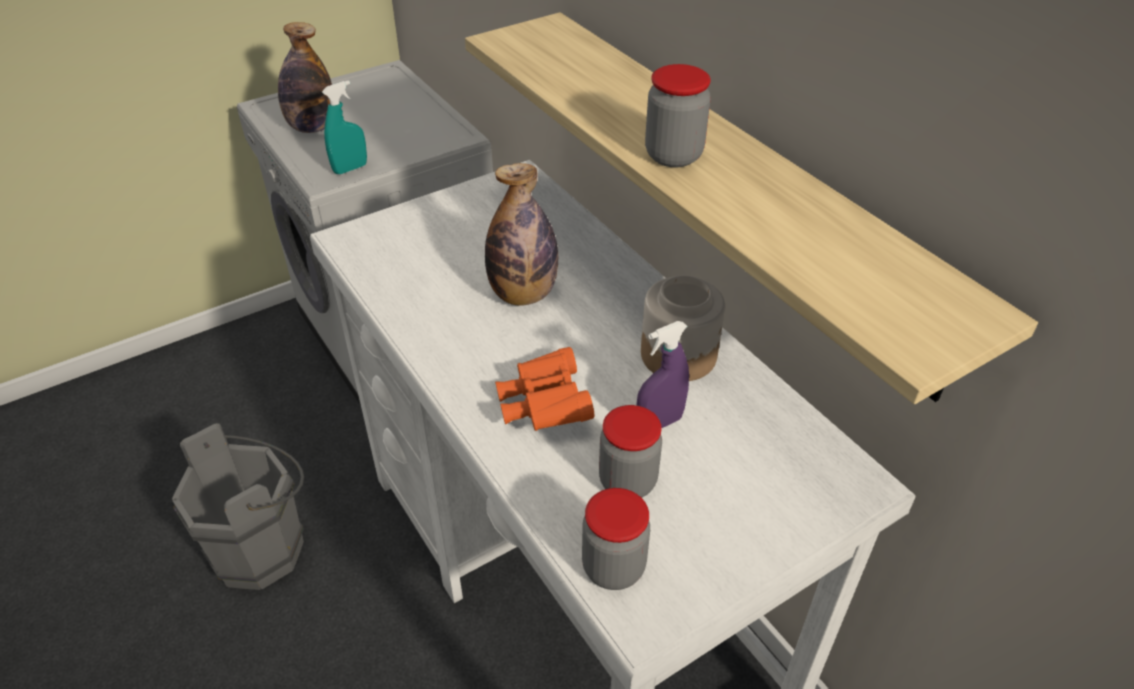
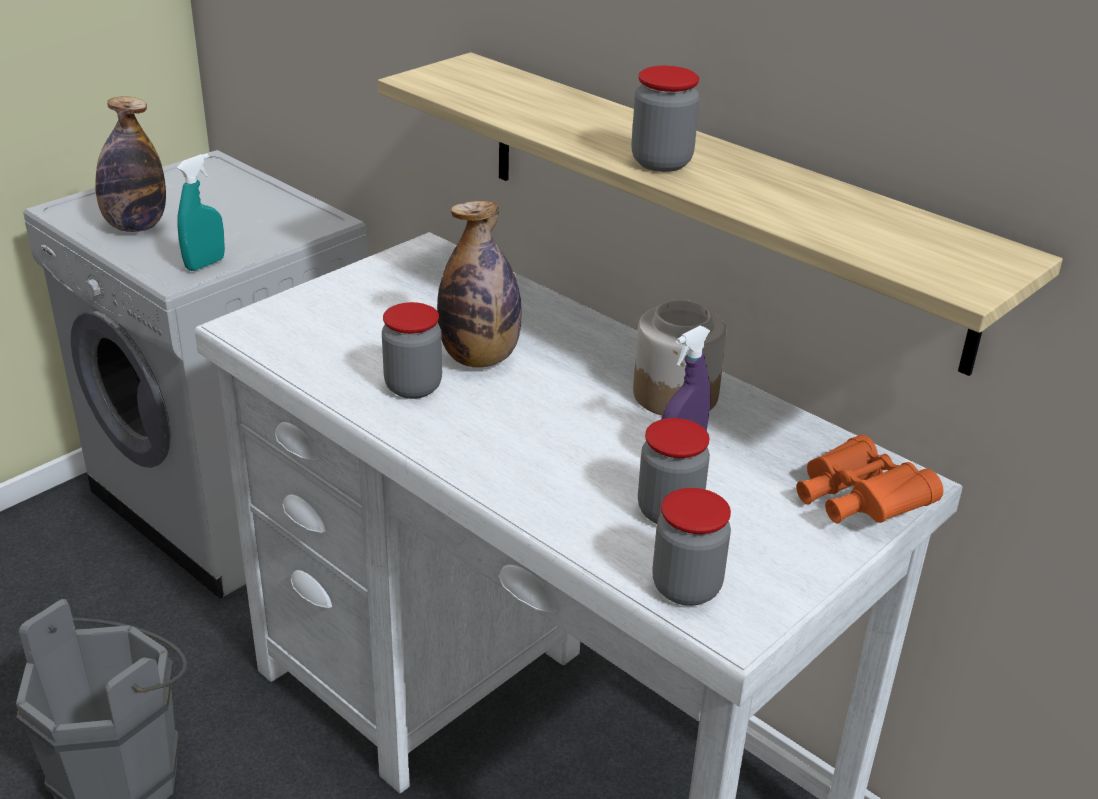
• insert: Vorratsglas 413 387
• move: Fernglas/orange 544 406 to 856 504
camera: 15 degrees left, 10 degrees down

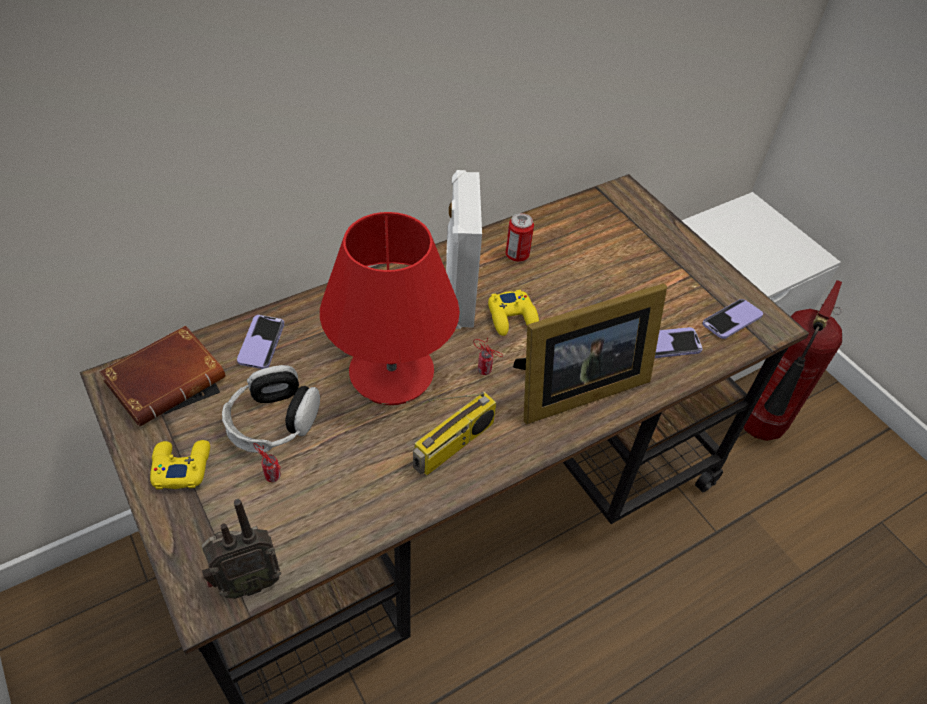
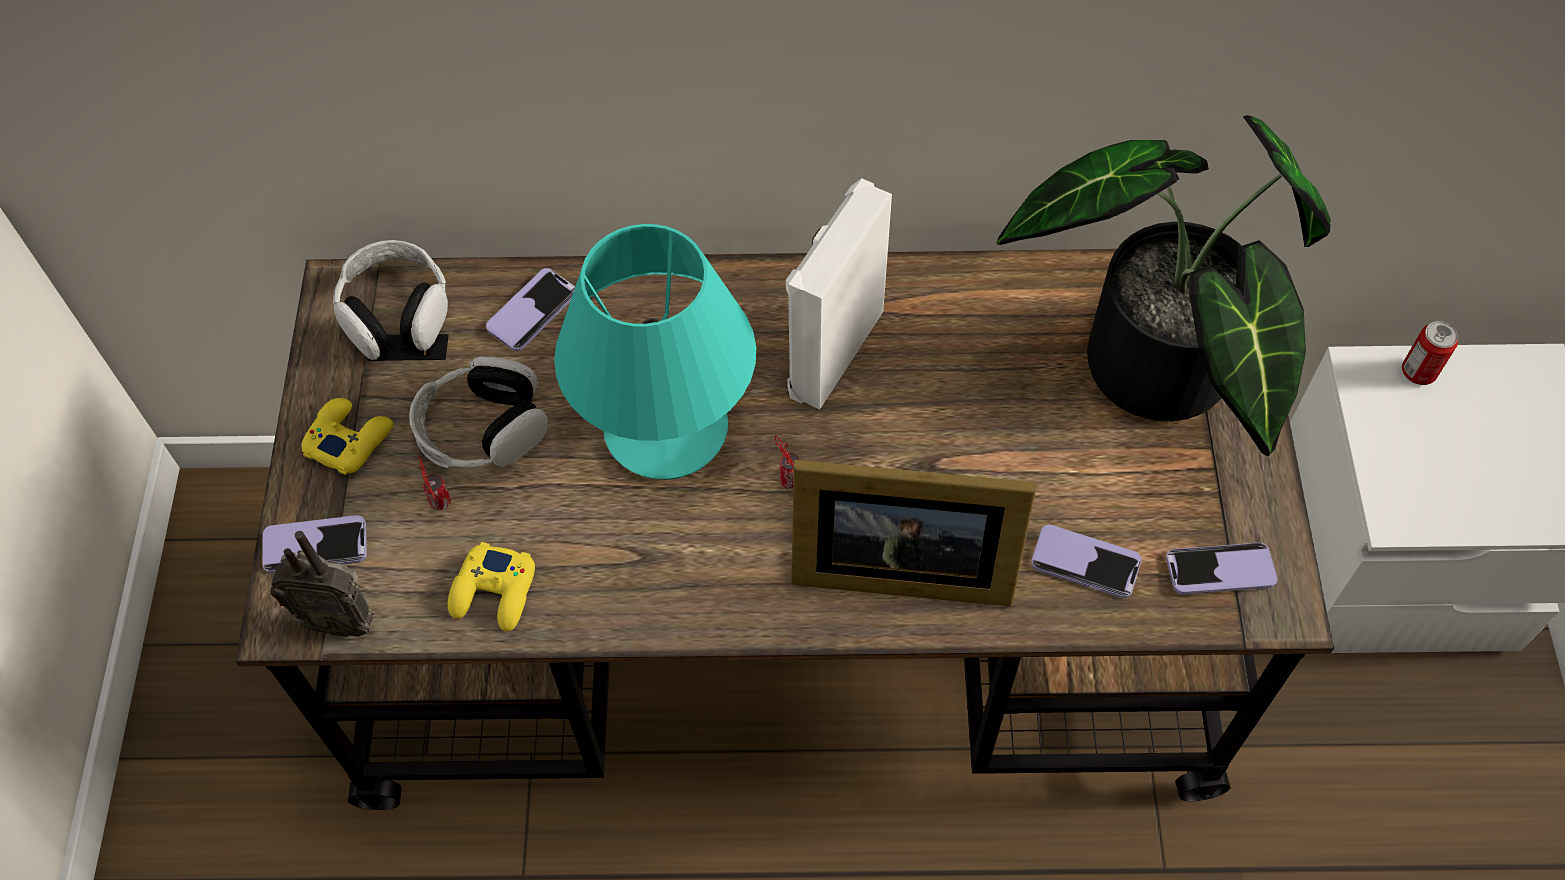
• delete: Radio 454 445
• delete: Feuerlöscher 758 431
• insert: Handy 315 546
• insert: Topfpflanze 1154 378
• move: Gamepad/gelb 512 317 to 495 592
• move: Dose 517 255 to 1418 372
• replace: Buch/braun 167 378 to Kopfhörer 395 313
• recolor: Tischlampe/rot 392 373 to Tischlampe/türkis 668 429
camera: 35 degrees right, 10 degrees up

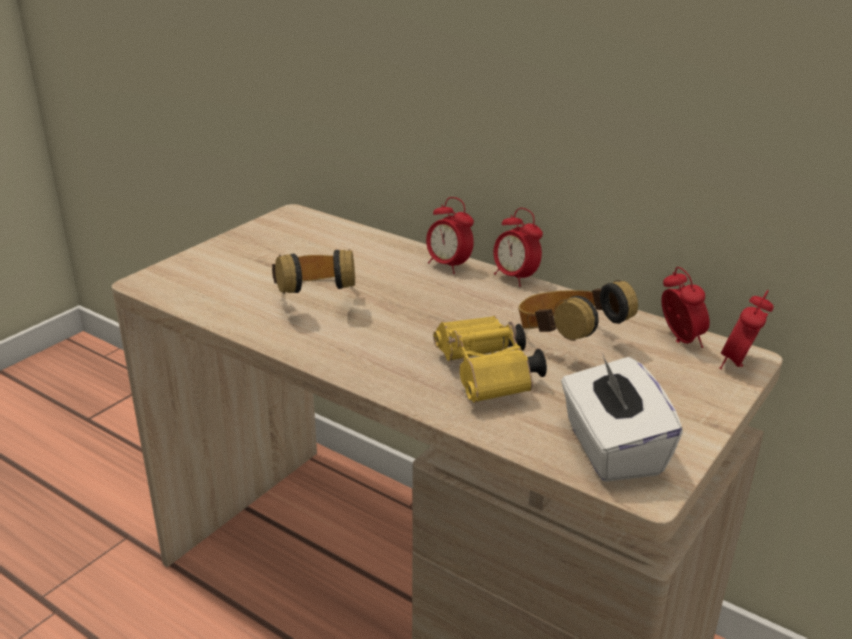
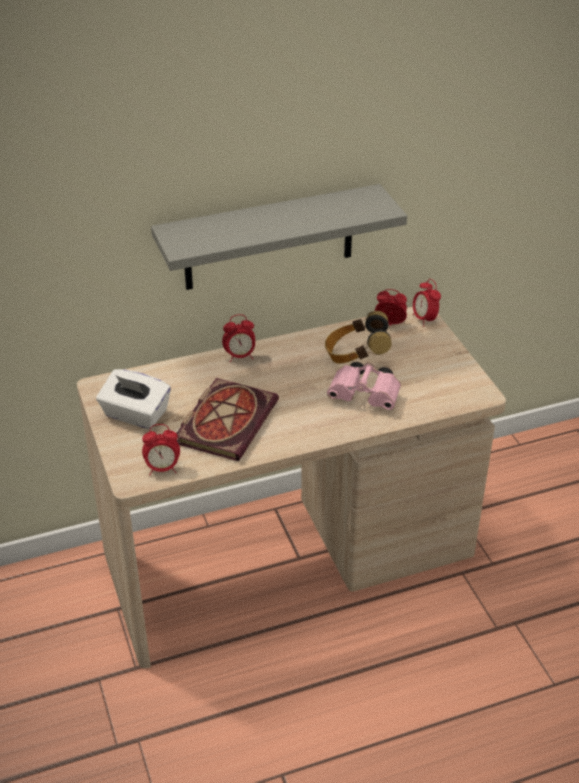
• insert: Wandregal/grau 269 238
• move: Wecker 515 278 to 162 468
• move: Taschentuchbox/weiß 611 449 to 135 415
• replace: Kopfhörer 315 298 to Buch 226 420
• recolor: Fernglas/gelb 488 378 to Fernglas/rosa 366 397
camera: 55 degrees left, 10 degrees up

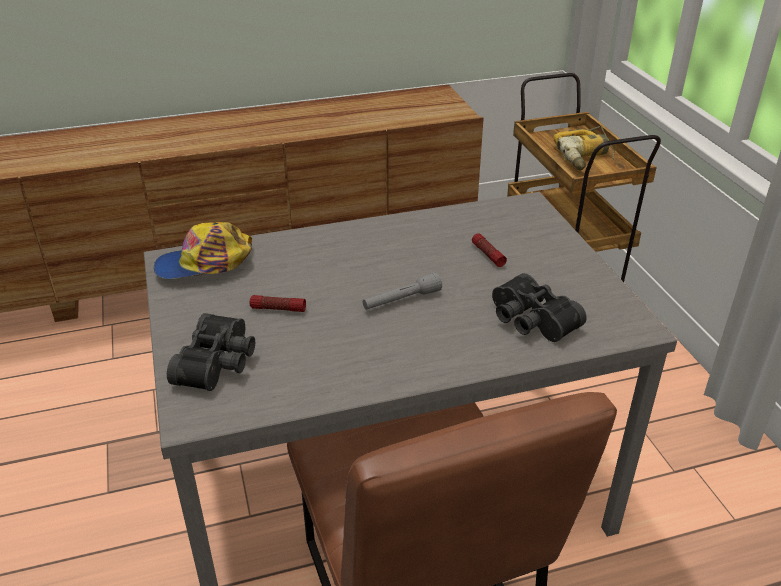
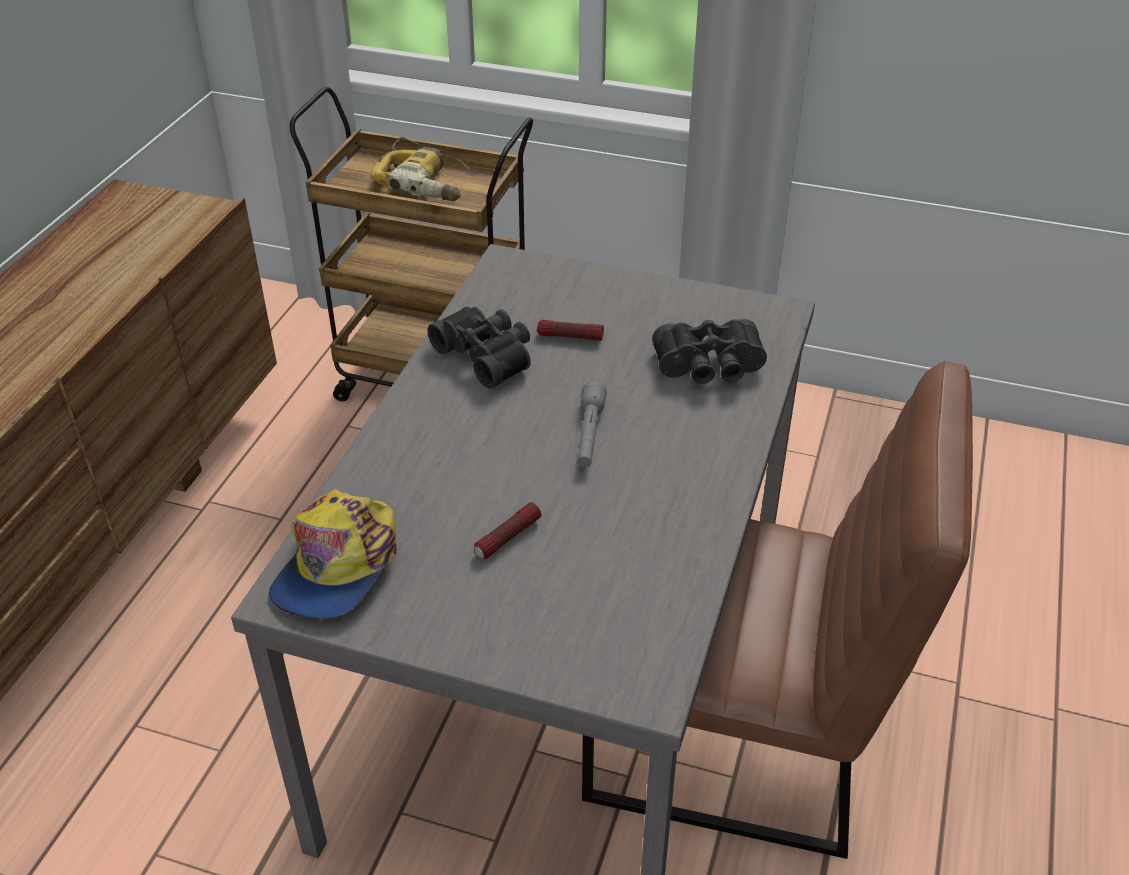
• move: Fernglas/schwarz 219 363 to 487 355
camera: 55 degrees left, 5 degrees up

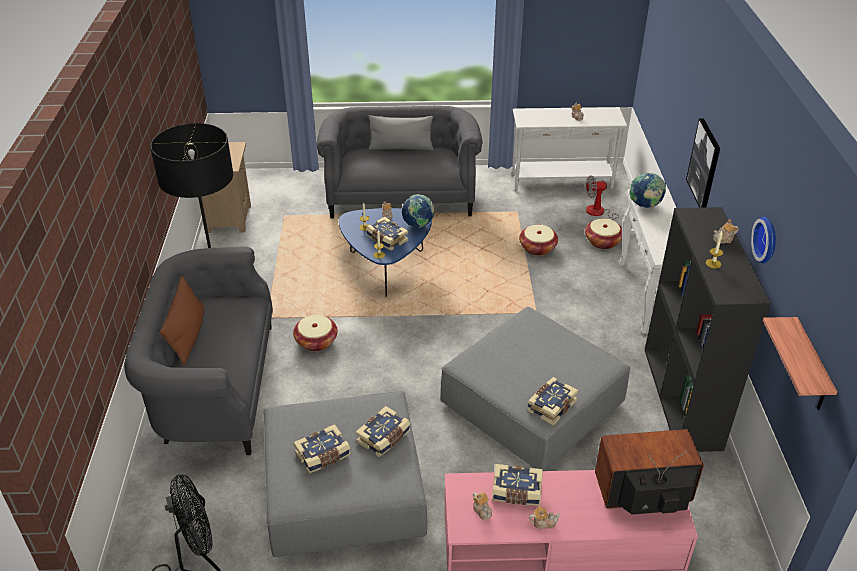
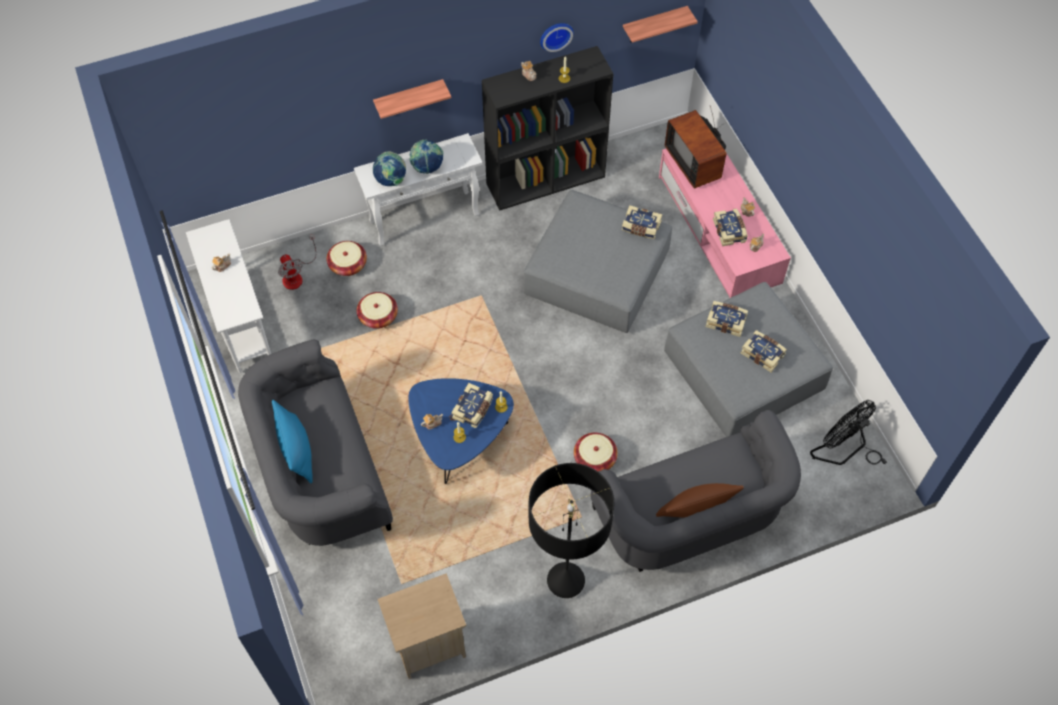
• move: Globus 418 225 to 427 167
• replace: Bild 704 164 to Wandregal 409 99
• recolor: Kissen/grau 401 147 to Kissen/blau 296 450
camera: 110 degrees left, 20 degrees up

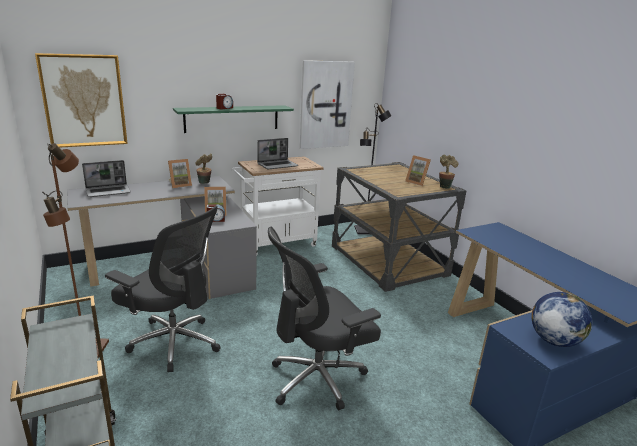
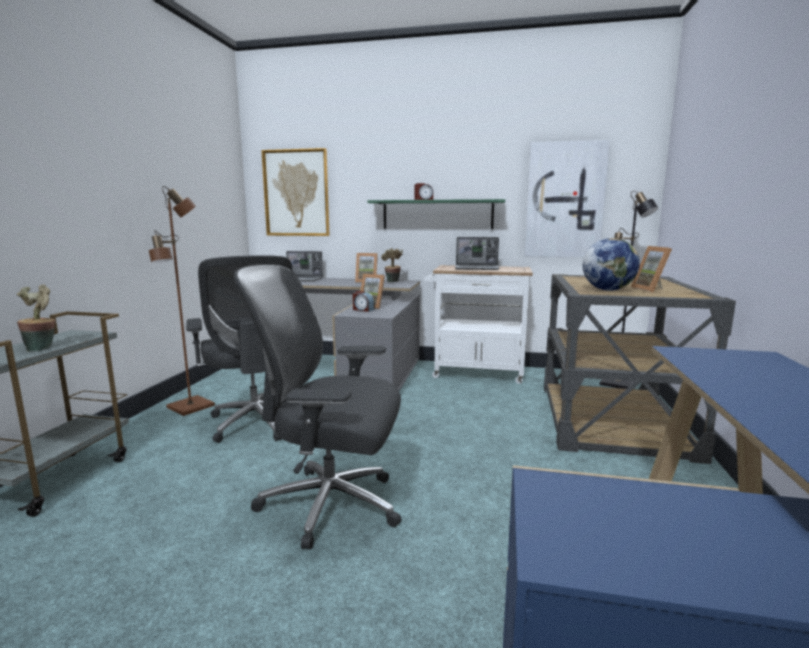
• move: Topfpflanze 444 187 to 42 348
• move: Globus 554 340 to 608 290
camera: 40 degrees right, 10 degrees down

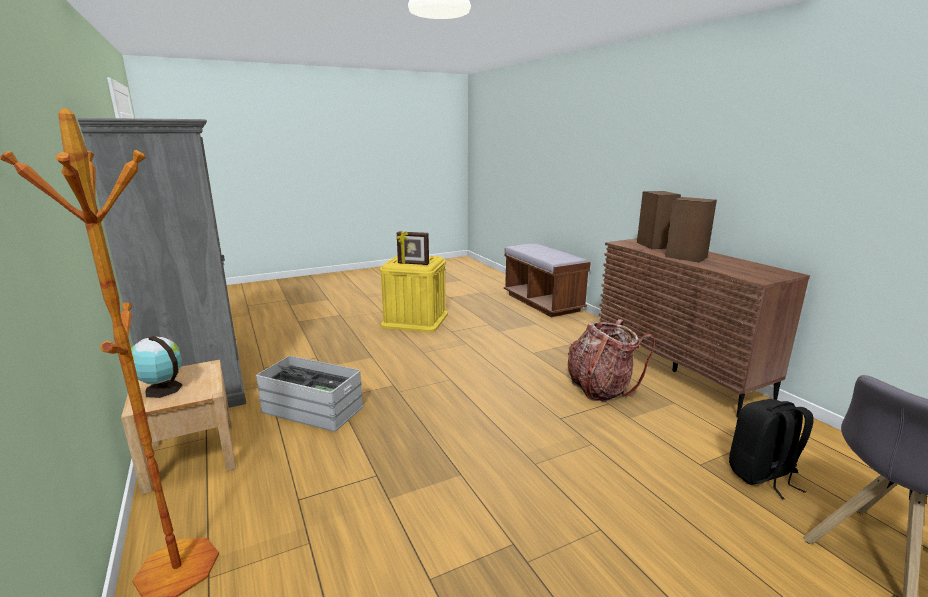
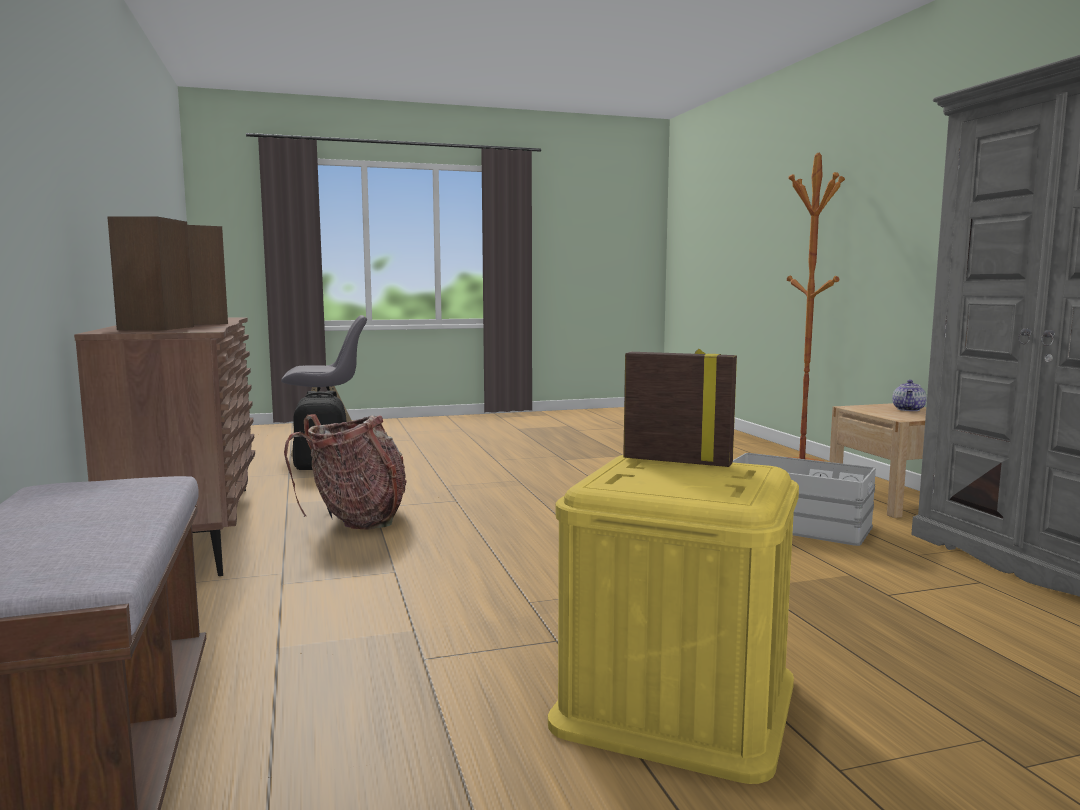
• replace: Globus 161 389 to Teekanne 909 409
camera: 170 degrees left, 10 degrees down

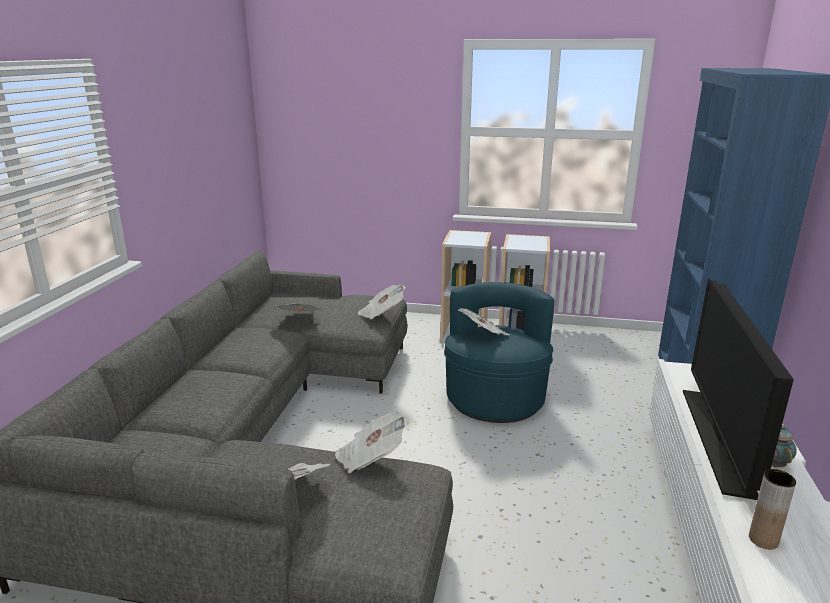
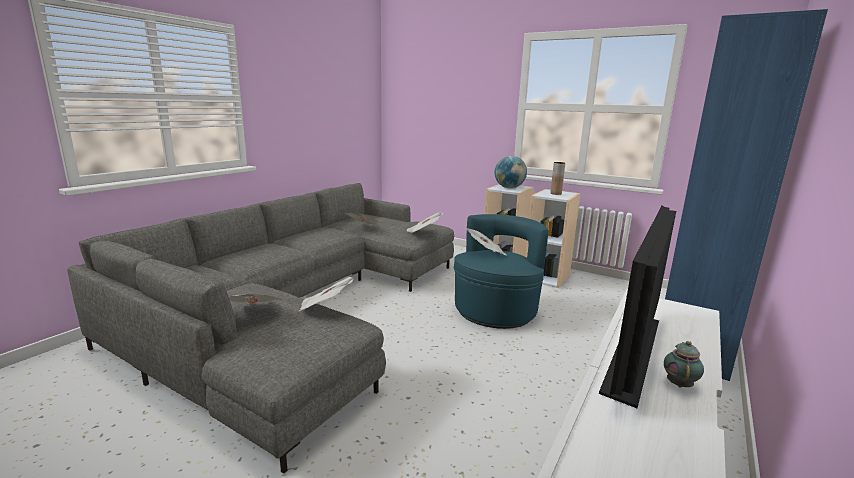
• insert: Globus 509 188
• move: Vase/braun 763 540 to 556 193
camera: 20 degrees right, 5 degrees down

